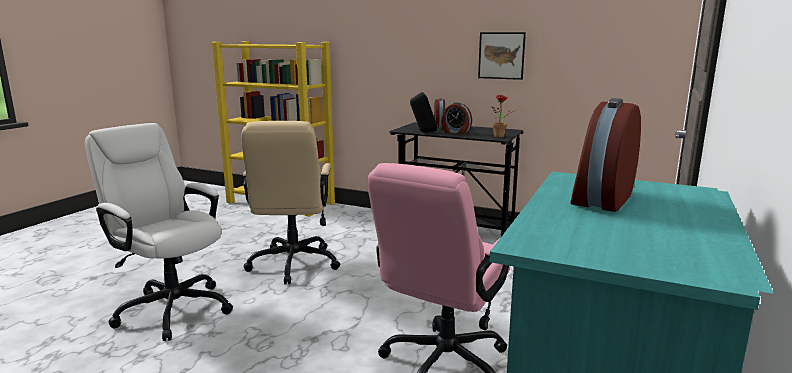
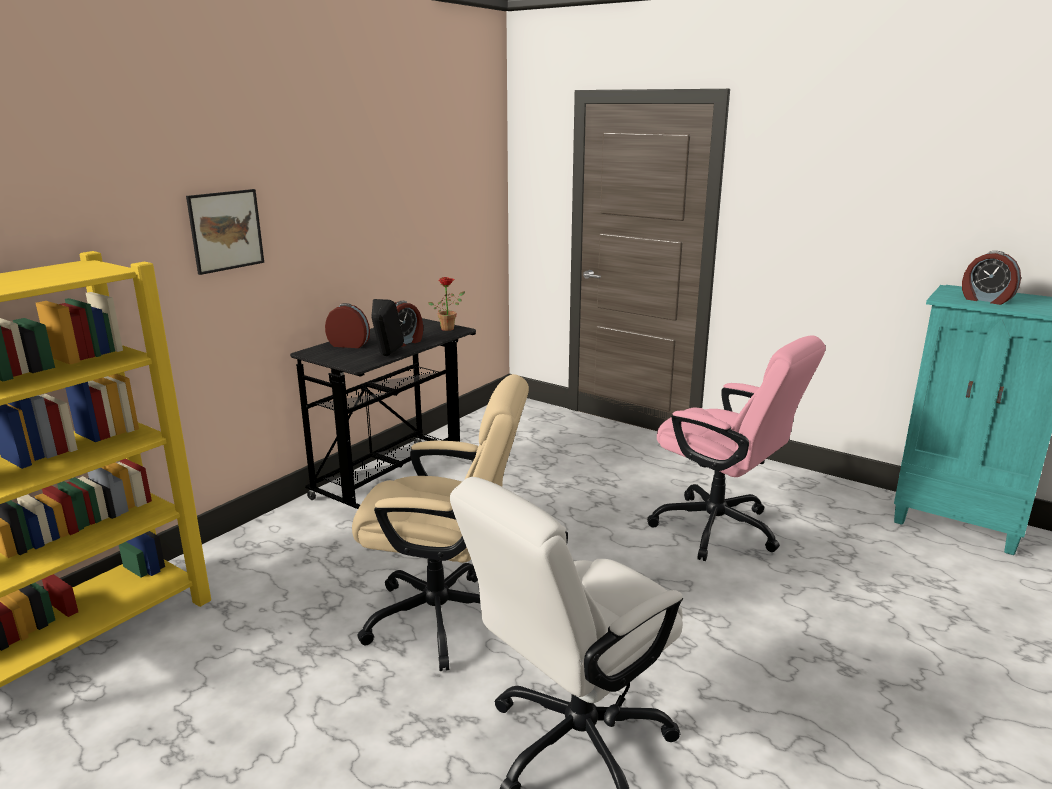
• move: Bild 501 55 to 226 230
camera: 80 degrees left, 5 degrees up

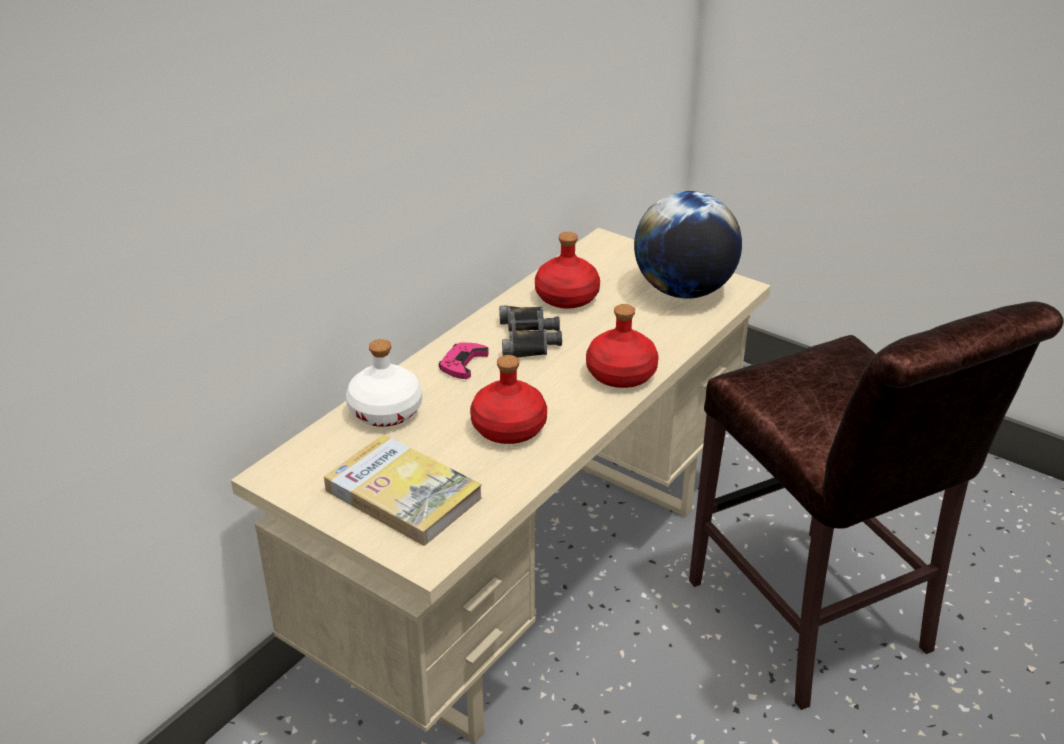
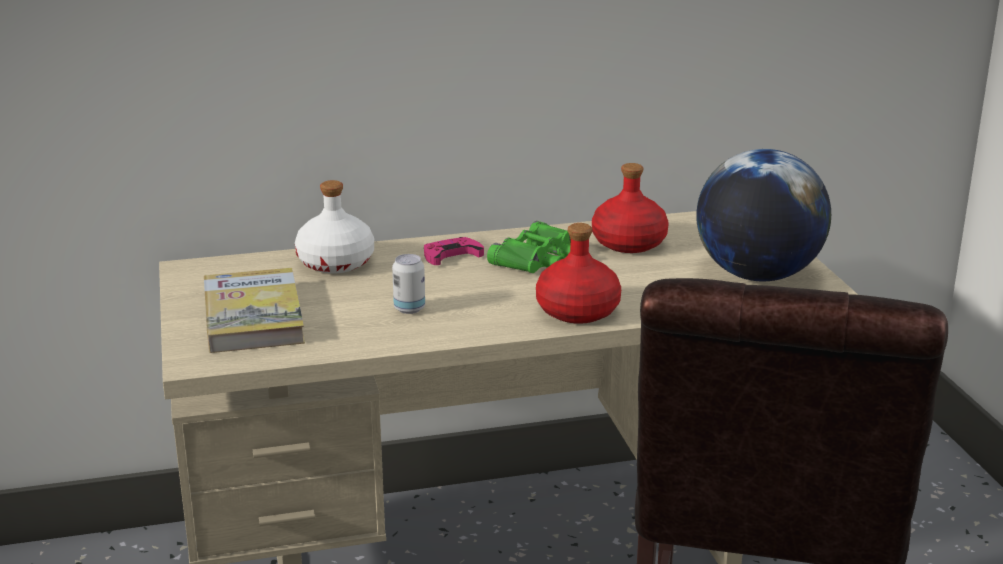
• replace: Flasche/rot 508 428 to Dose 409 309
• recolor: Fernglas/schwarz 529 338 to Fernglas/grün 540 259
camera: 40 degrees right, 10 degrees down

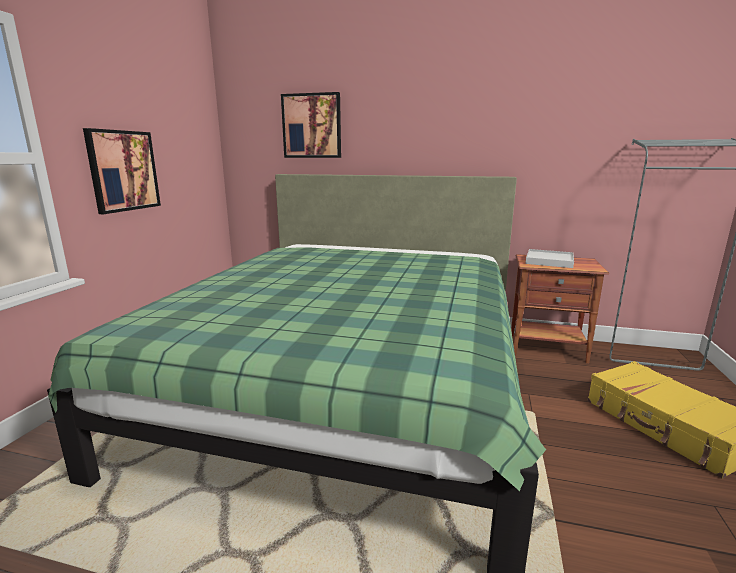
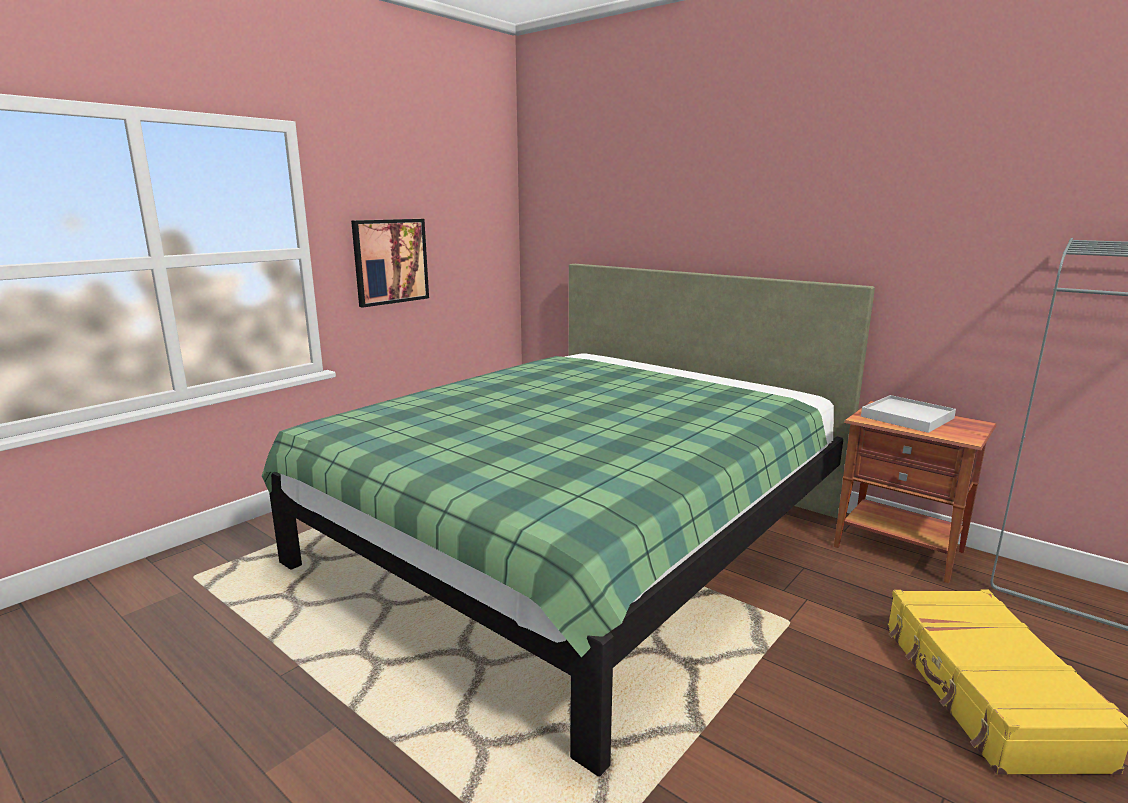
• delete: Bild 312 126
camera: 25 degrees right, 0 degrees up

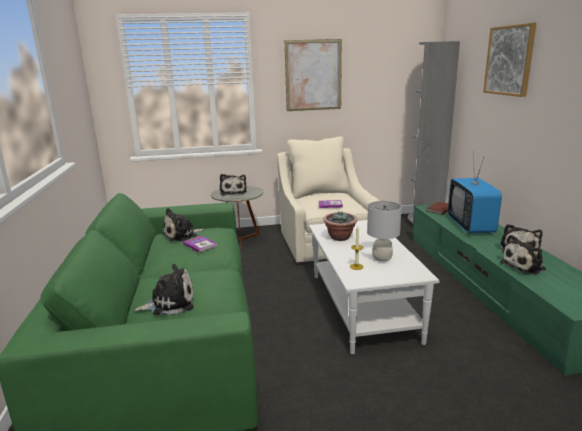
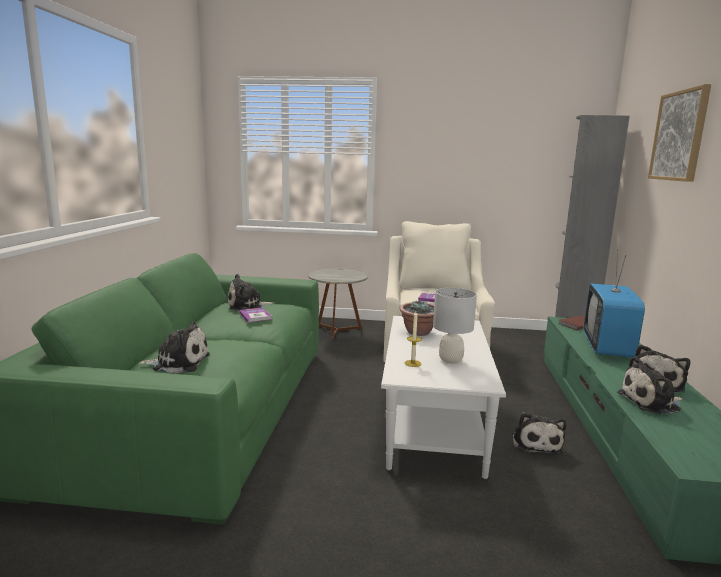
• delete: Bild 313 75
• move: Plüschtier 233 192 to 536 443
camera: 15 degrees right, 5 degrees down

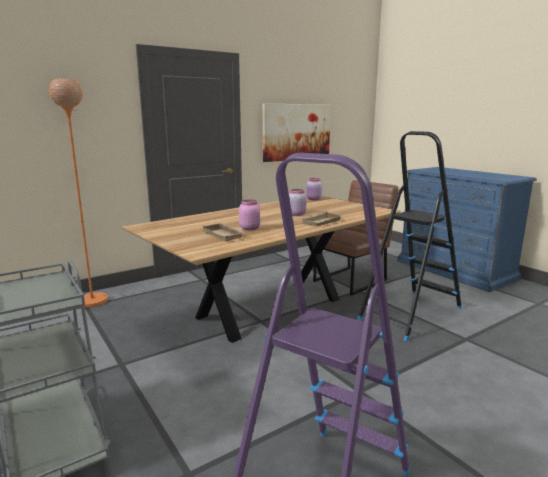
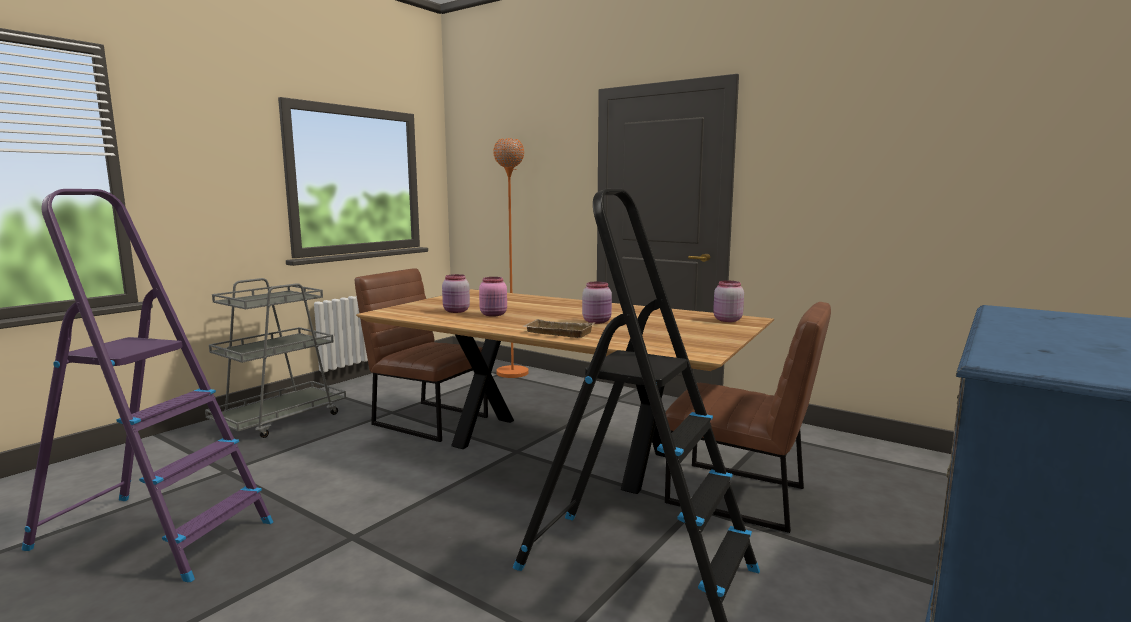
• delete: Bild 296 132
• insert: Stuhl/braun 428 420
• replace: Tablett/beige 224 235 to Vorratsglas/rosa 456 311
camera: 70 degrees right, 5 degrees down

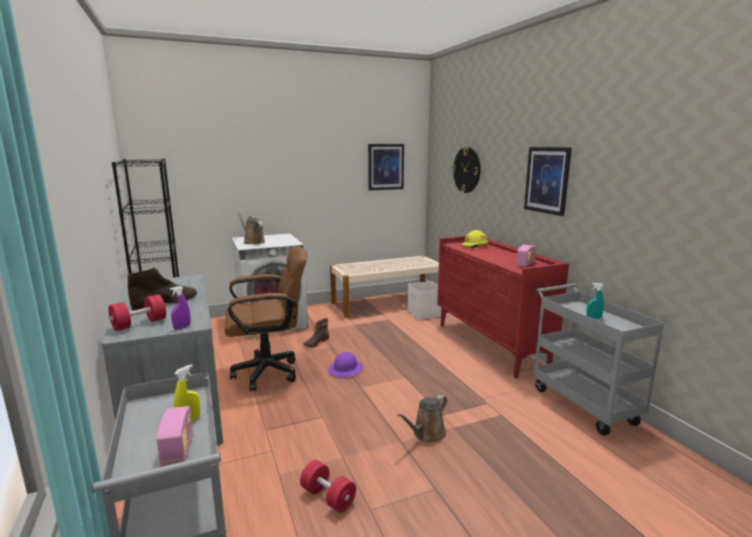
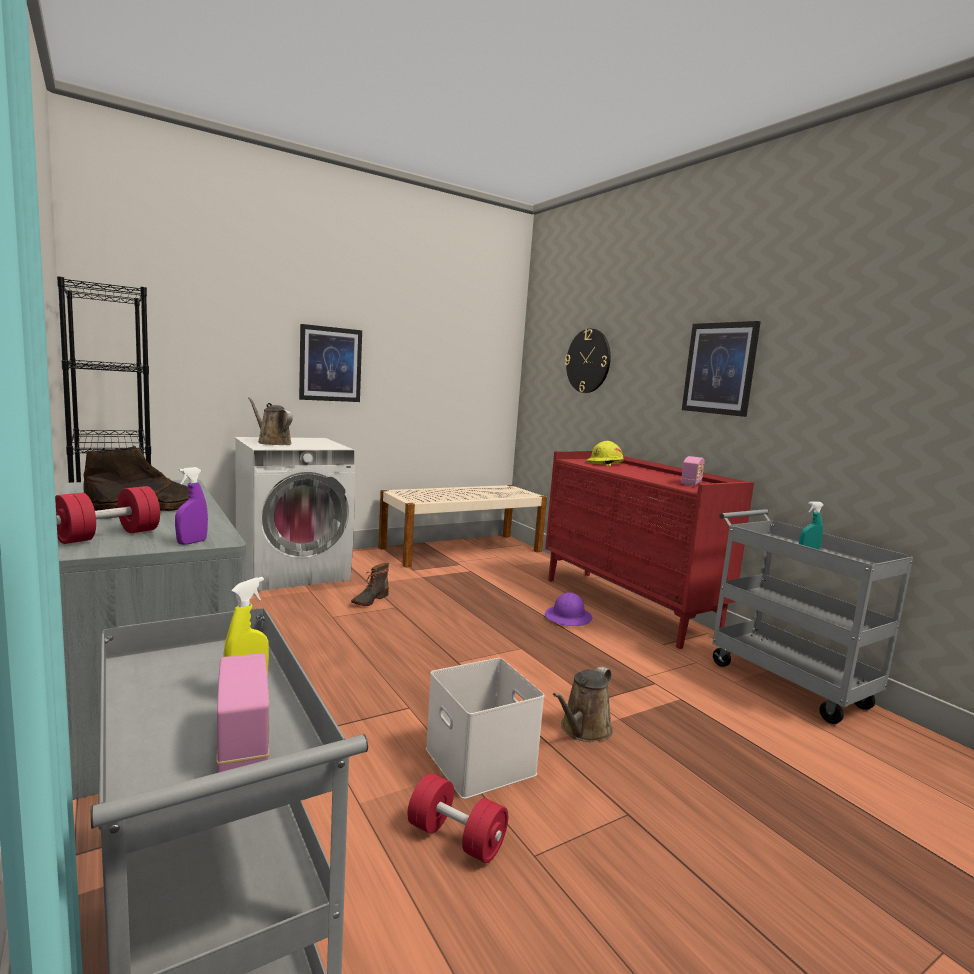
• delete: Bürostuhl/braun 270 372
• move: Schutzhelm/lila 345 369 to 568 617
• move: Bild 386 167 to 330 364
• move: Aufbewahrungsbox/weiß 426 313 to 482 762
camera: 10 degrees left, 5 degrees down

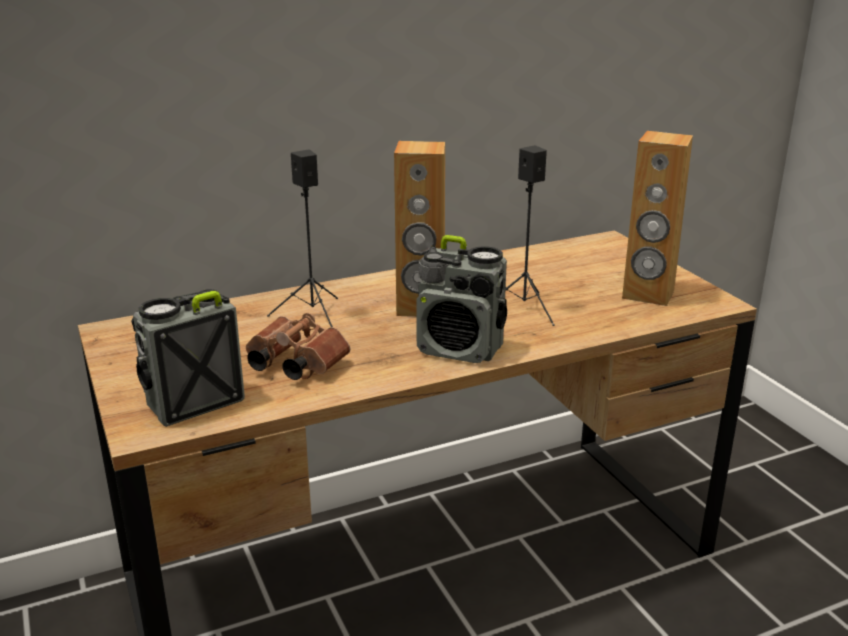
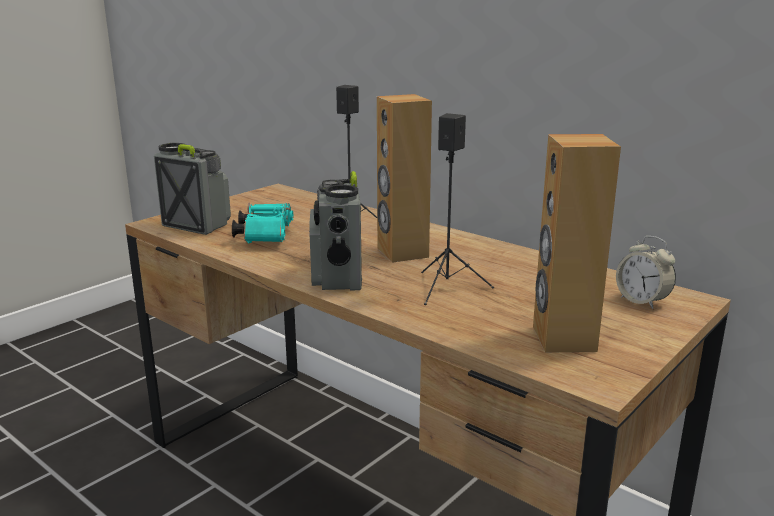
• insert: Wecker 642 301
• recolor: Fernglas/braun 293 365 to Fernglas/türkis 266 236
camera: 65 degrees right, 5 degrees down

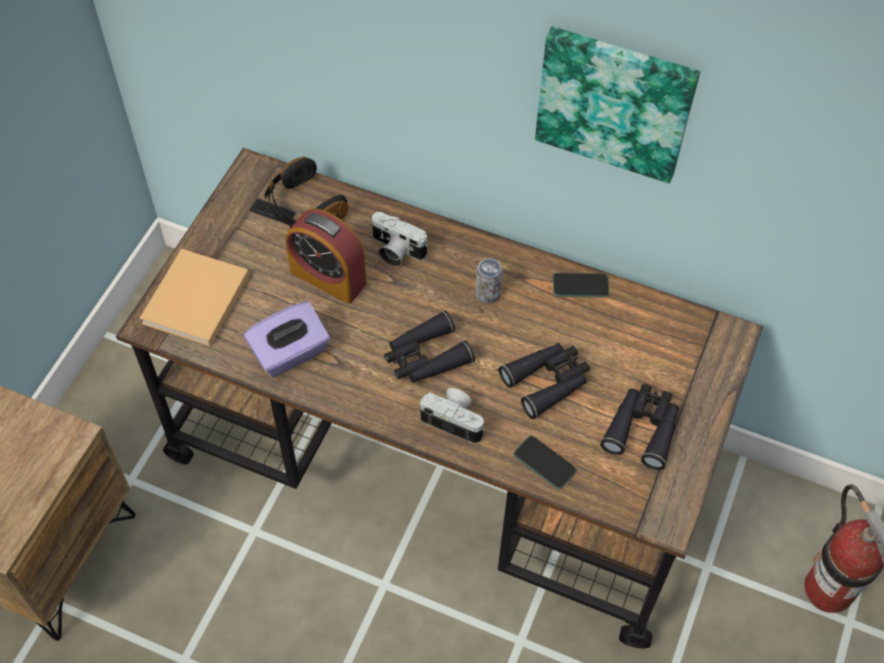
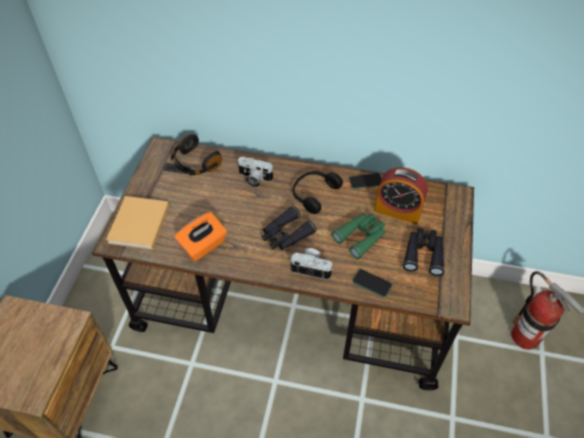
• delete: Bild 615 101
• move: Wecker 328 277 to 397 210
• replace: Dose 487 293 to Kopfhörer/schwarz 313 194
• recolor: Taschentuchbox/lila 290 353 to Taschentuchbox/orange 203 245
• recolor: Fernglas/schwarz 547 381 to Fernglas/grün 361 237
camera: 10 degrees left, 5 degrees down

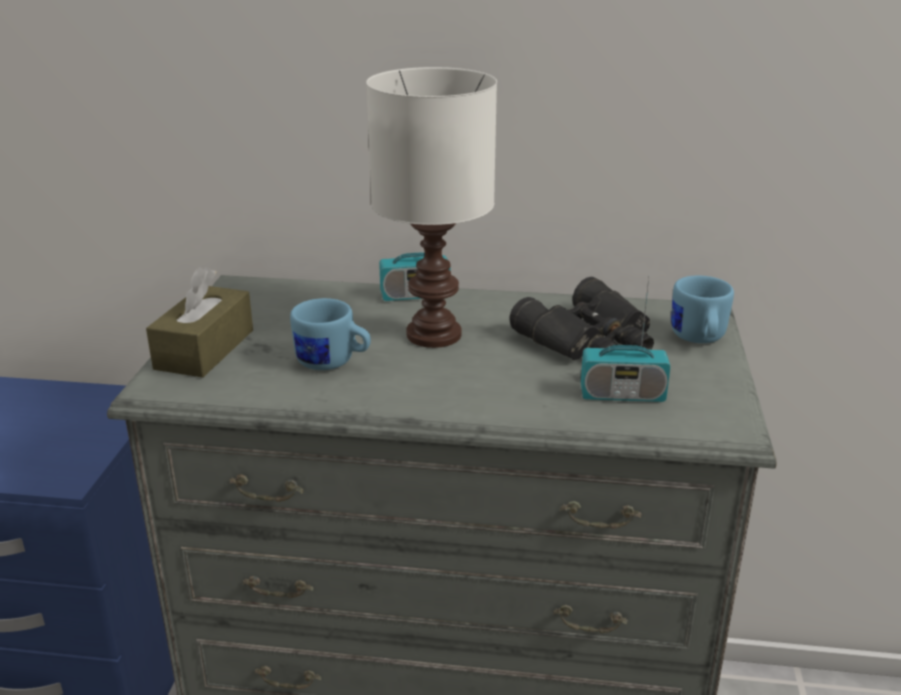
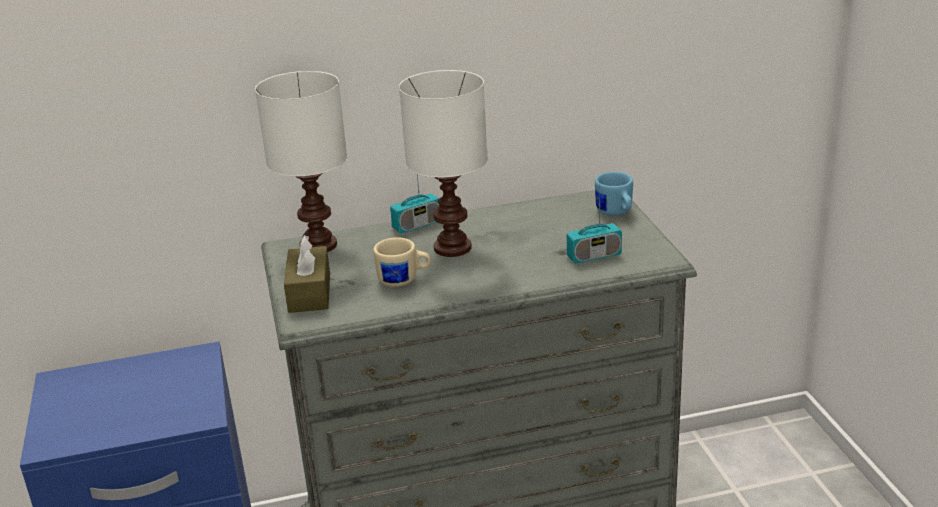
• delete: Fernglas/schwarz 591 341
• insert: Tischlampe/weiß 319 245
• recolor: Henkelbecher/blau 333 363 to Henkelbecher/beige 404 280
camera: 20 degrees left, 0 degrees up

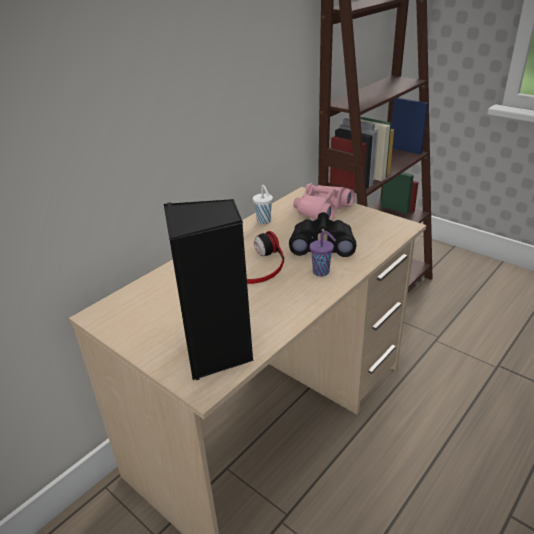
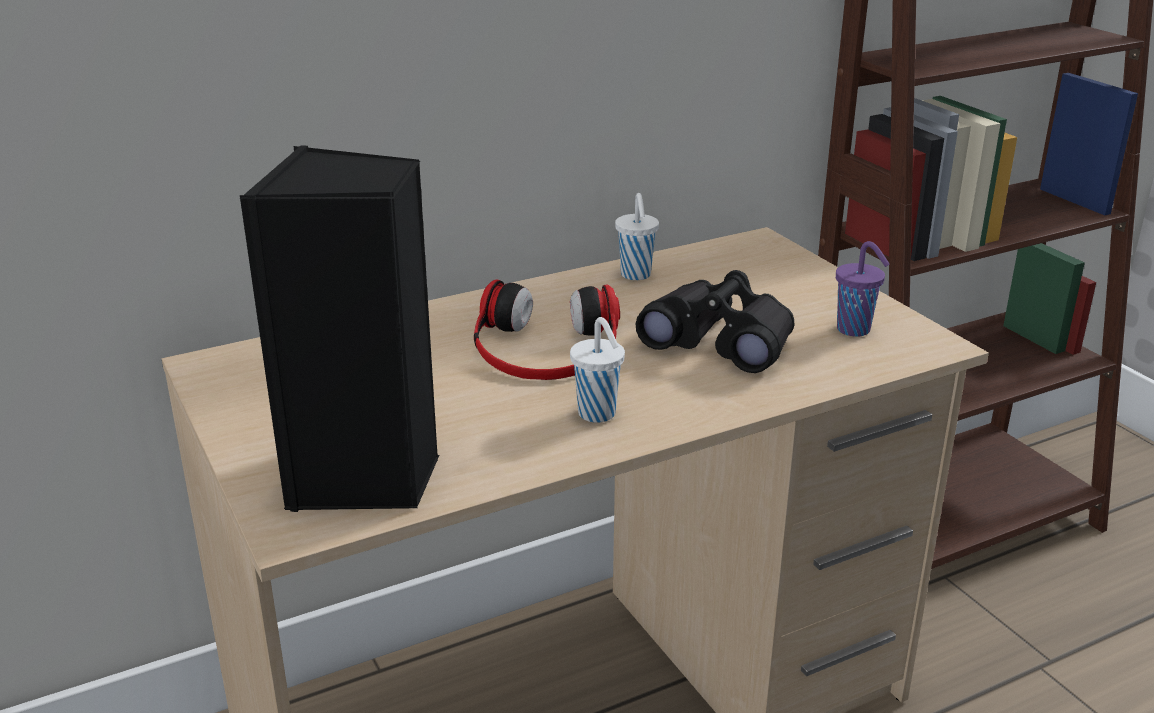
• delete: Fernglas/rosa 322 210
• insert: Tasse/weiß 598 415
• move: Tasse/lila 322 272 to 855 330
camera: 20 degrees right, 5 degrees down

